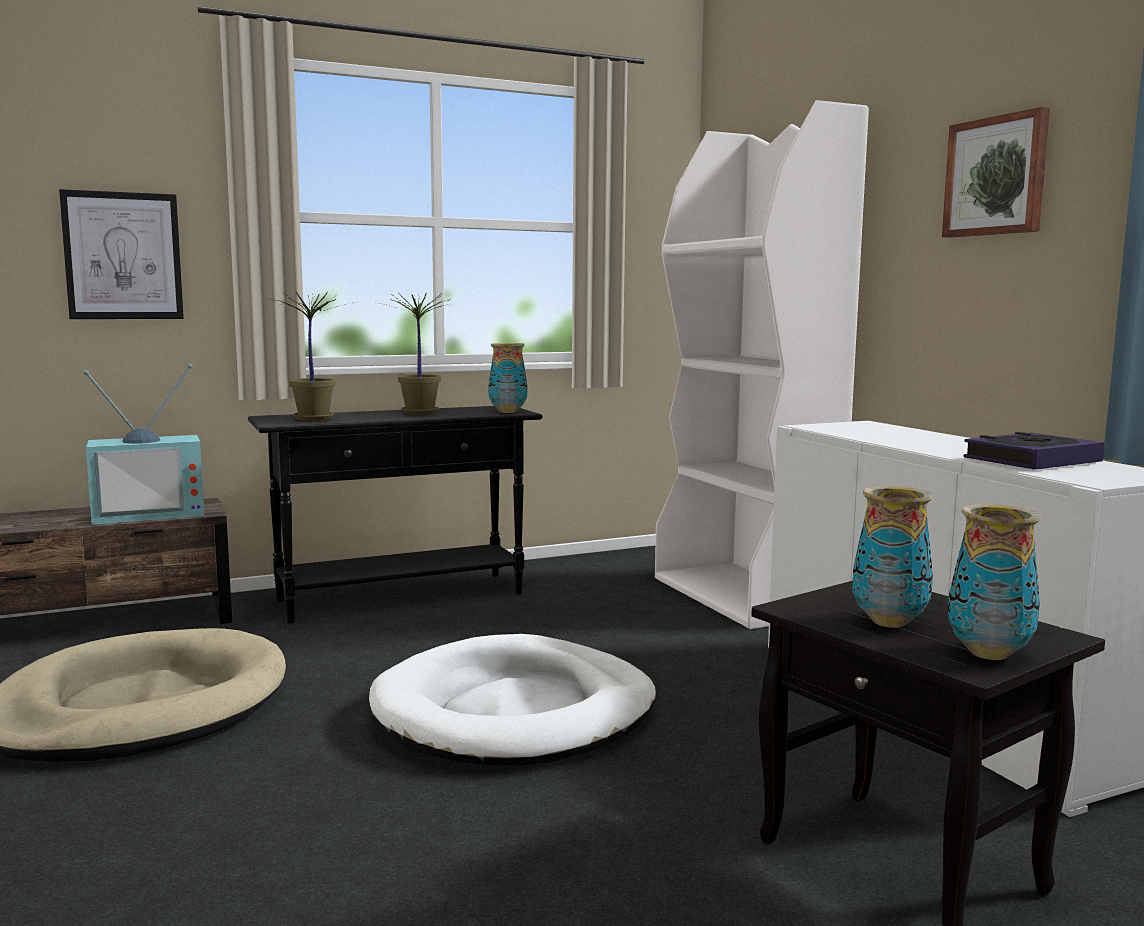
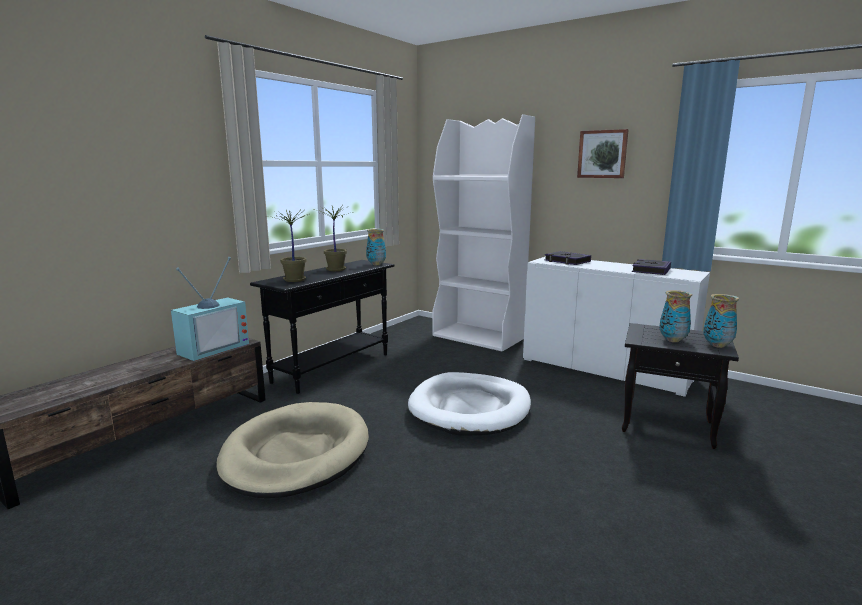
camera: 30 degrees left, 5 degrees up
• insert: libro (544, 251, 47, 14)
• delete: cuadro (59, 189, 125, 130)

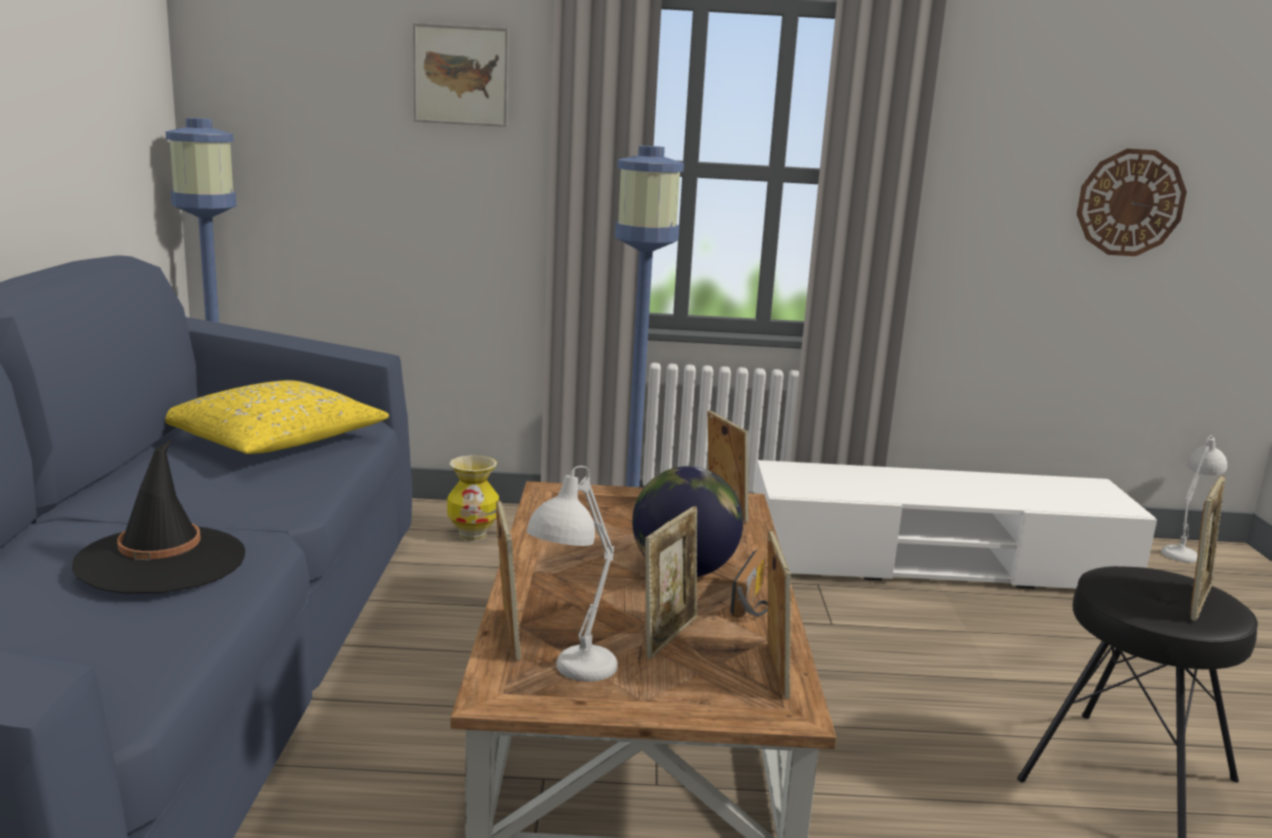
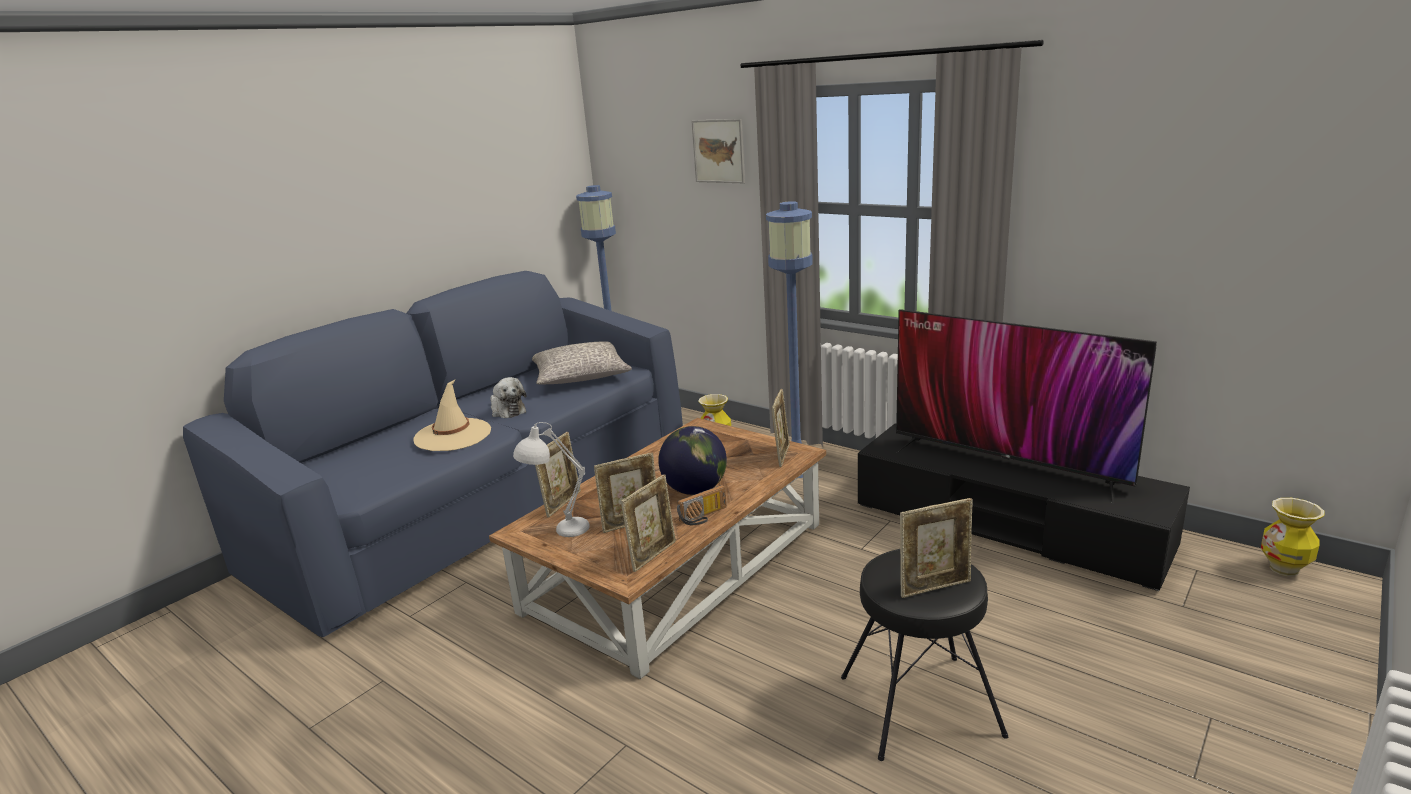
camera: 40 degrees right, 5 degrees up
• recolor: sombrero (negro) (72, 439, 173, 154) to sombrero (beis) (414, 379, 77, 72)
• insert: peluche (491, 377, 36, 41)
• recolor: cojín (amarillo) (165, 380, 224, 74) to cojín (gris) (532, 341, 100, 44)
• recolor: mueble de televisión (blanco) (754, 460, 403, 129) to mueble de televisión (negro) (858, 423, 332, 168)
• insert: televisor (896, 309, 261, 195)
• replace: lámpara de mesa (blanco) (1161, 435, 66, 128) to florero (1261, 498, 63, 78)
• delete: reloj de pared (1077, 149, 110, 107)

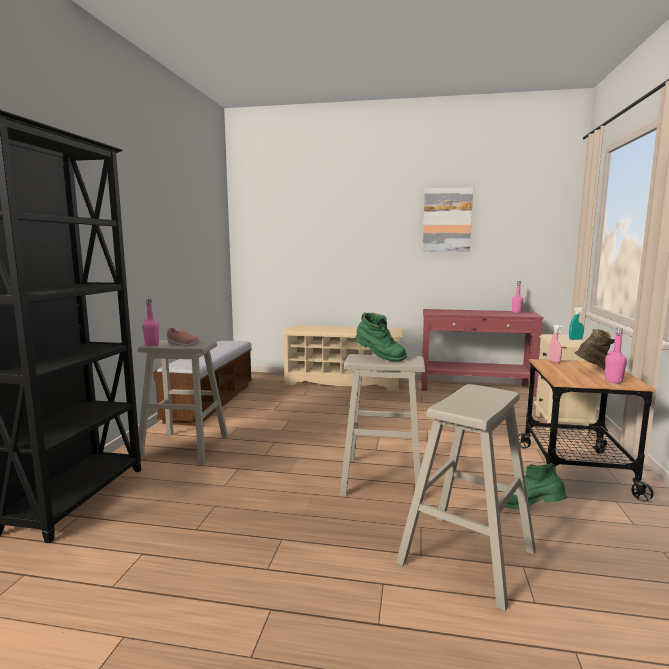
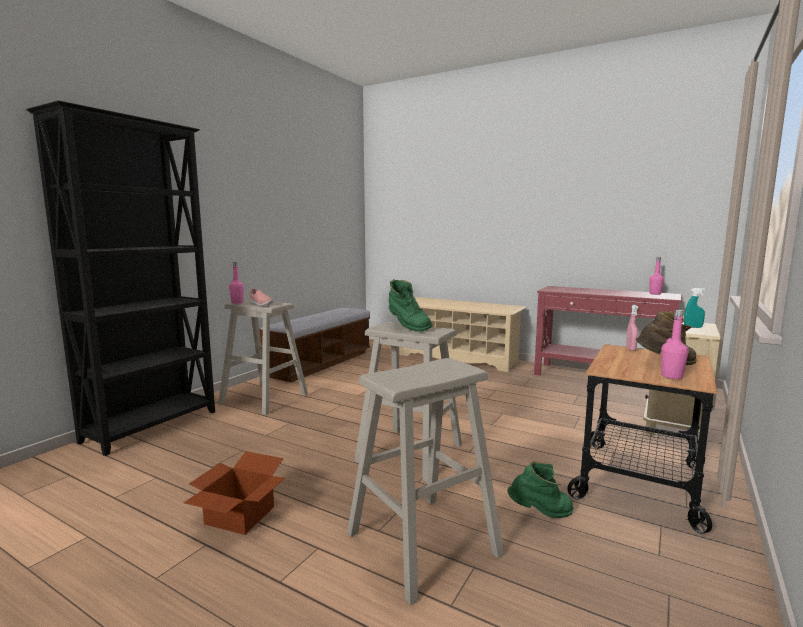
camera: 20 degrees right, 0 degrees up
• insert: caja de cartón (183, 451, 102, 84)
• rotate: bota (verde) (505, 463, 62, 46) = (507, 461, 67, 57) 135 degrees clockwise
• delete: cuadro (423, 187, 50, 65)

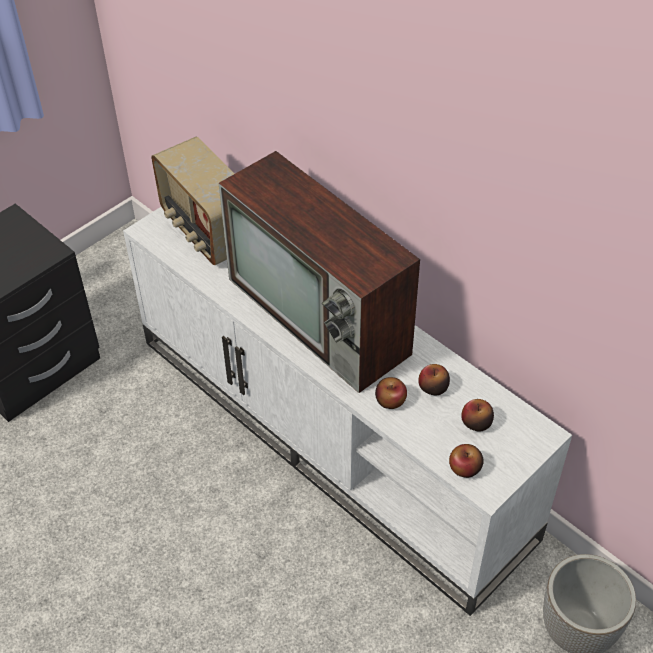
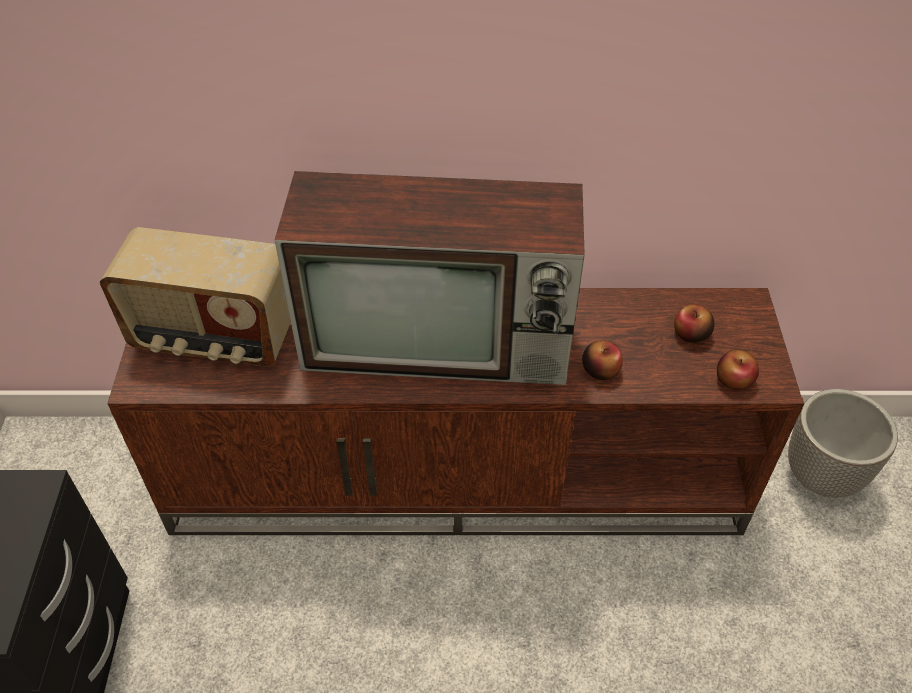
camera: 45 degrees left, 0 degrees up
• recolor: mueble de televisión (blanco) (123, 207, 449, 409) to mueble de televisión (marrón) (107, 288, 697, 247)
• delete: manzana (418, 364, 32, 32)

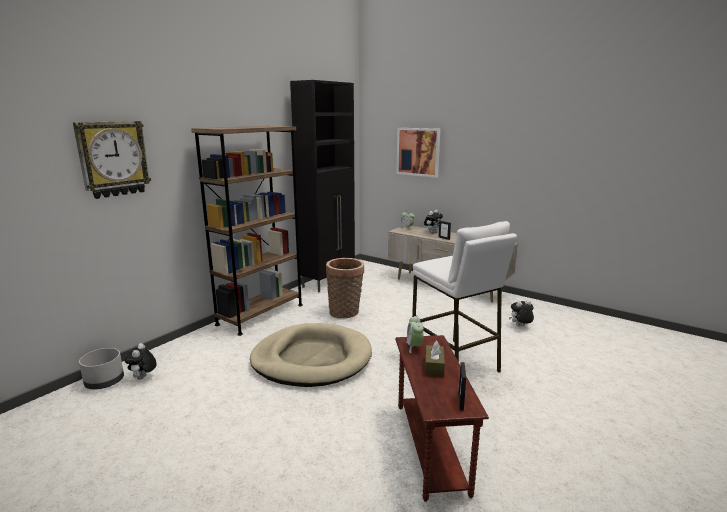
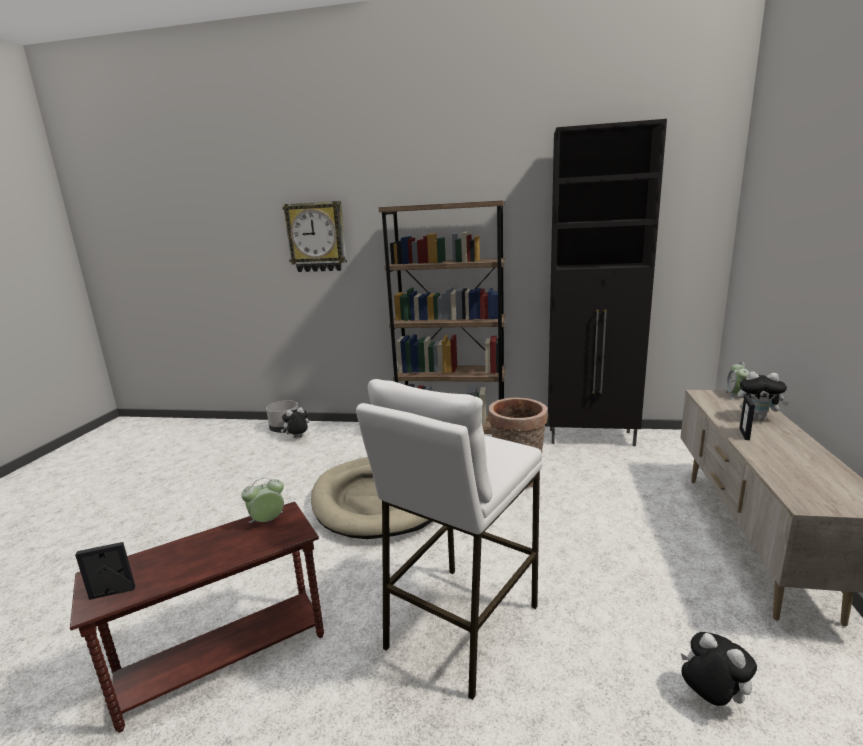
camera: 65 degrees right, 0 degrees up
• delete: cuadro (396, 128, 44, 50)
• delete: caja de pañuelos (marrón) (425, 341, 20, 36)

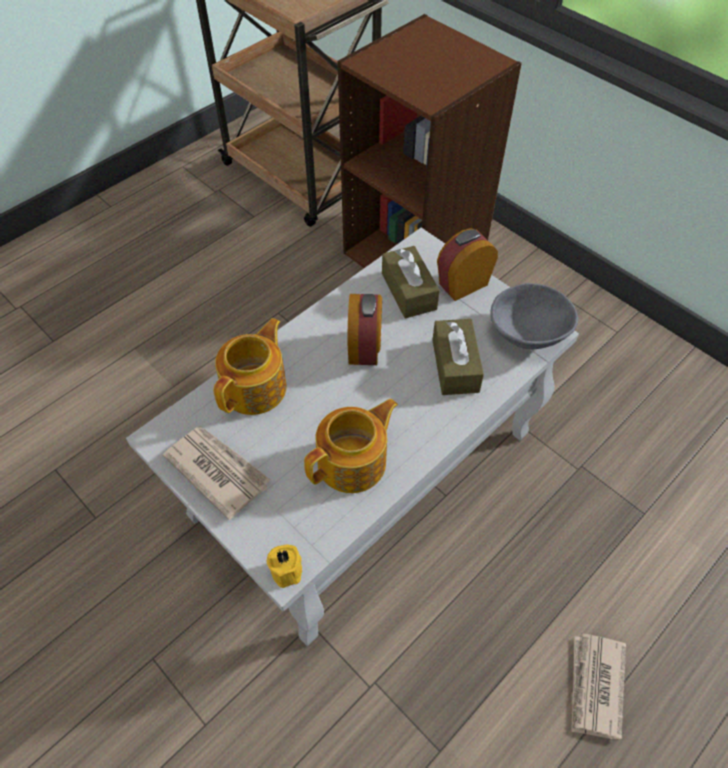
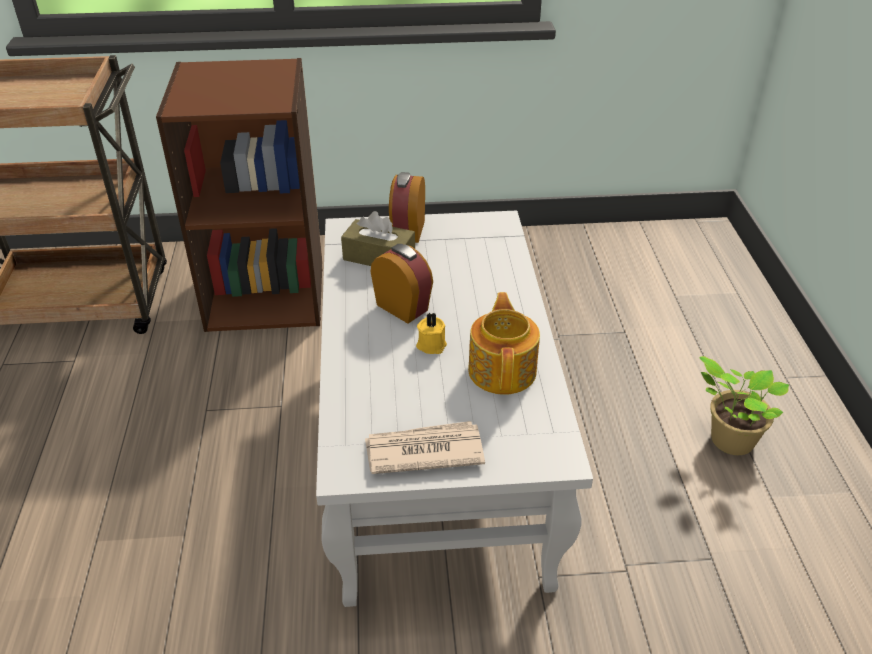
camera: 50 degrees left, 15 degrees down
• move: vela (amarillo) (267, 544, 35, 44) to (416, 312, 31, 42)
• replace: periódico (571, 634, 55, 105) to planta en maceta (699, 356, 90, 99)
• delete: tetera (213, 318, 73, 97)
• delete: caja de pañuelos (marrón) (432, 319, 52, 76)
• delete: cuenco (gris) (490, 283, 88, 66)

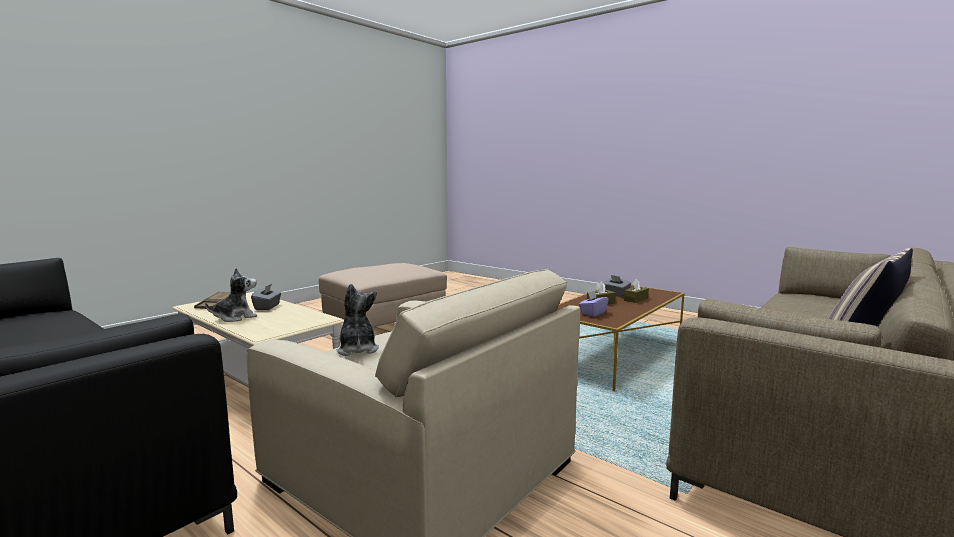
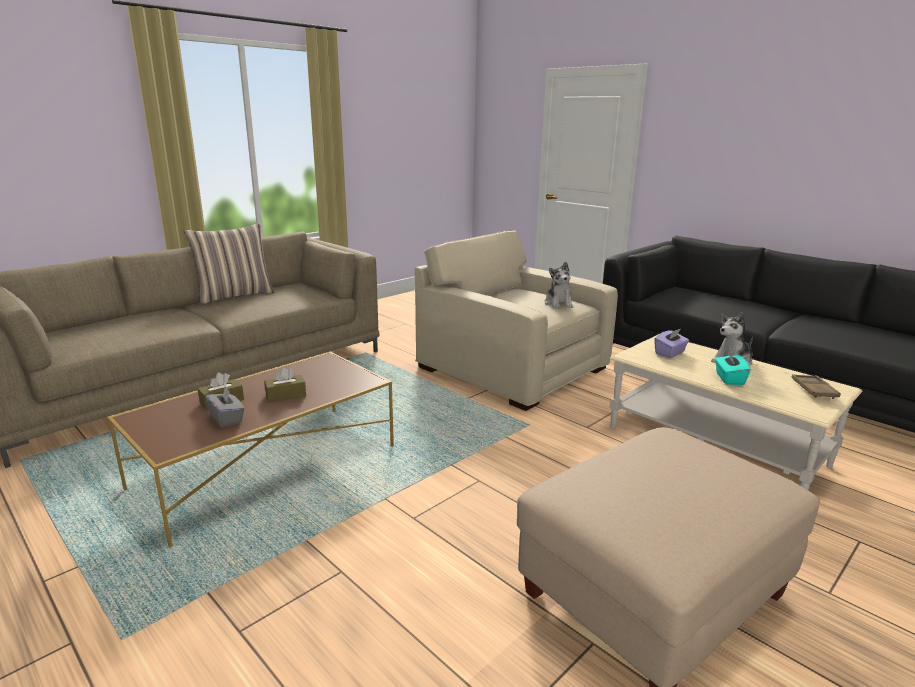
camera: 175 degrees left, 10 degrees up
• move: caja de pañuelos (morado) (579, 291, 30, 26) to (654, 329, 35, 29)
• recolor: caja de pañuelos (gris) (251, 284, 30, 26) to caja de pañuelos (turquesa) (715, 351, 36, 34)

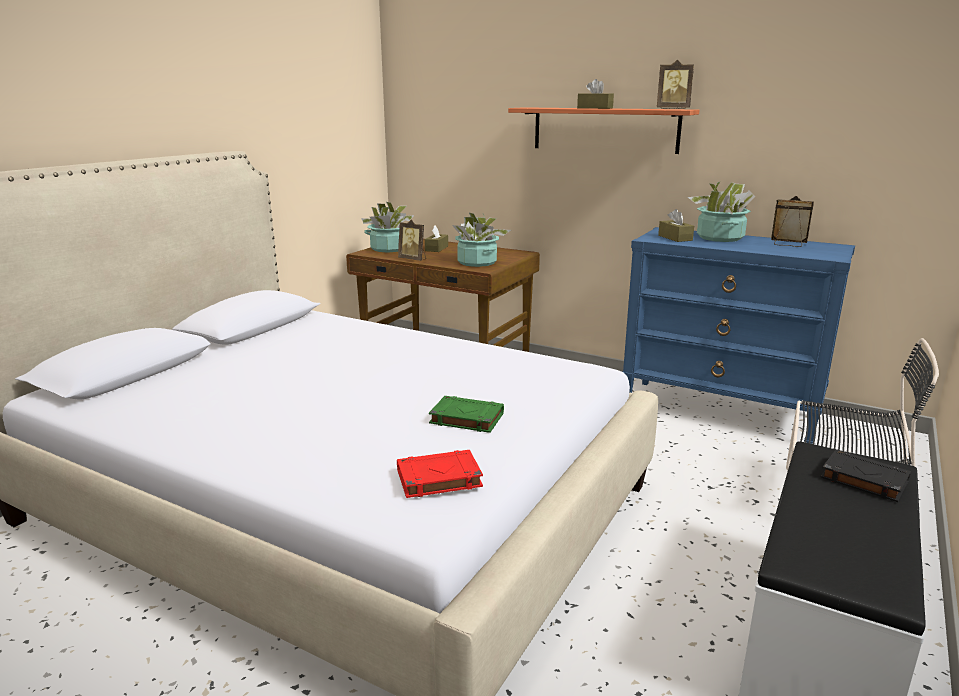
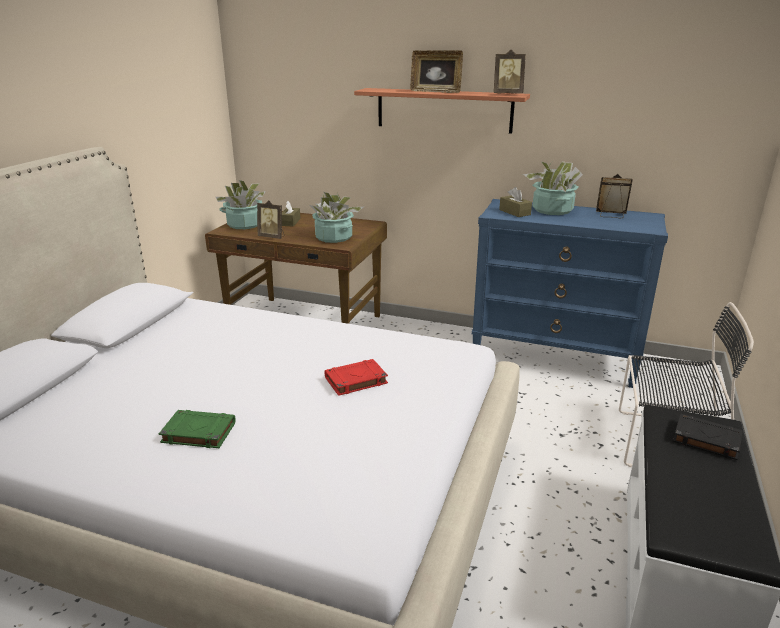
camera: 10 degrees left, 5 degrees up
• move: libro (verde) (429, 396, 75, 37) to (159, 410, 77, 38)
• move: libro (rojo) (397, 450, 86, 48) to (324, 359, 64, 37)
• replace: caja de pañuelos (marrón) (577, 79, 37, 30) to portarretratos (410, 50, 53, 43)

